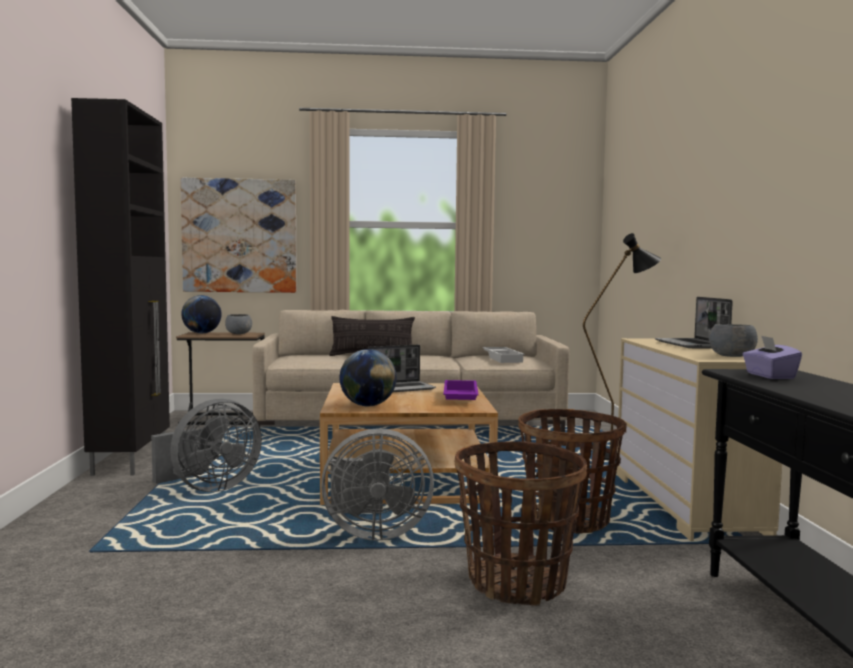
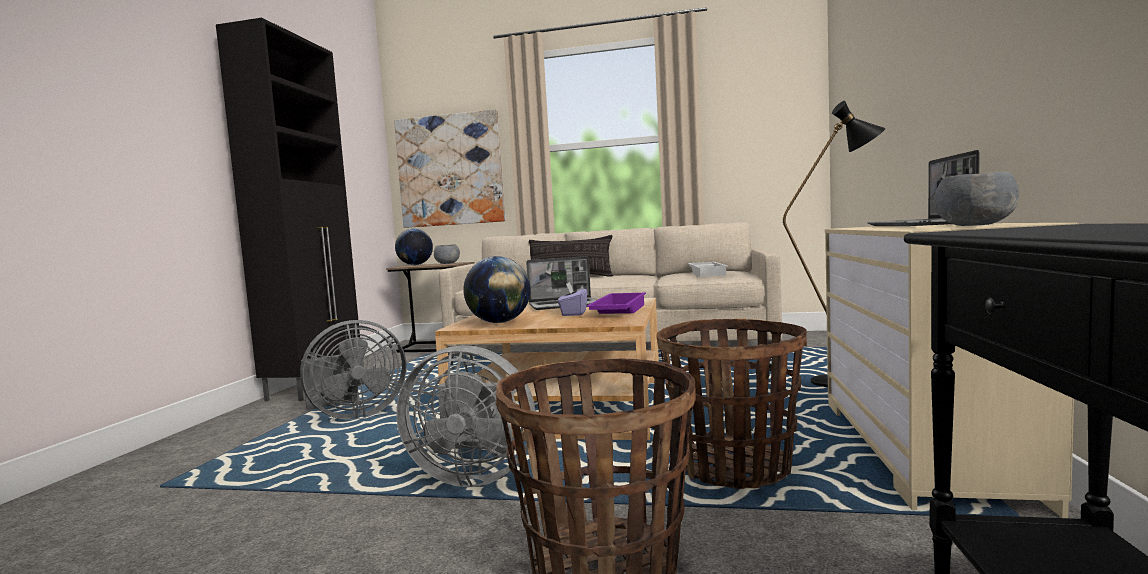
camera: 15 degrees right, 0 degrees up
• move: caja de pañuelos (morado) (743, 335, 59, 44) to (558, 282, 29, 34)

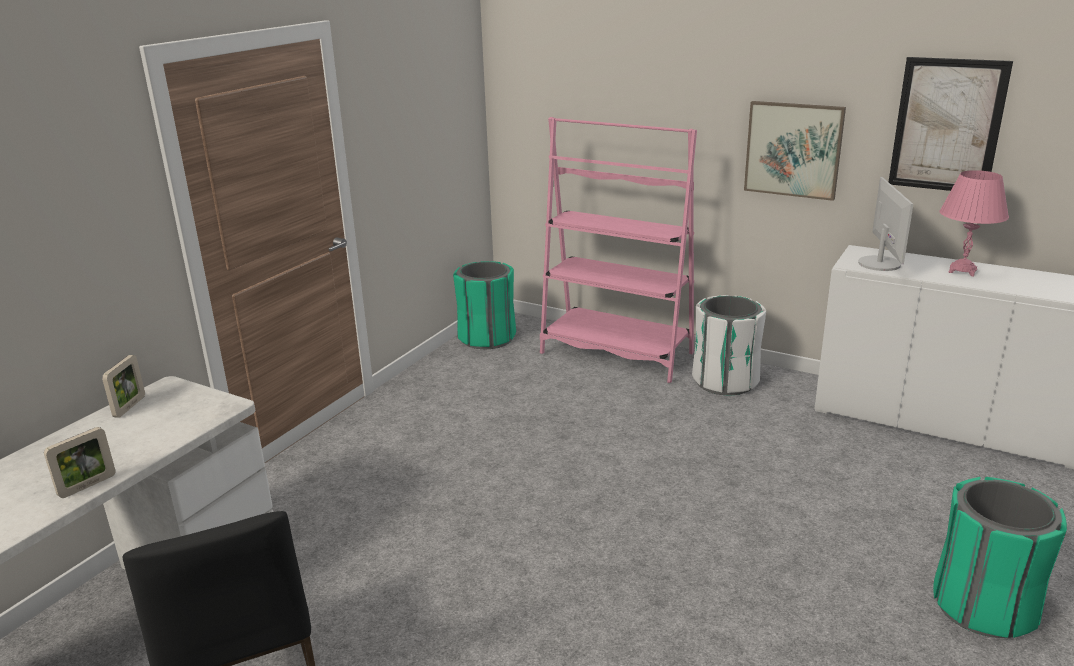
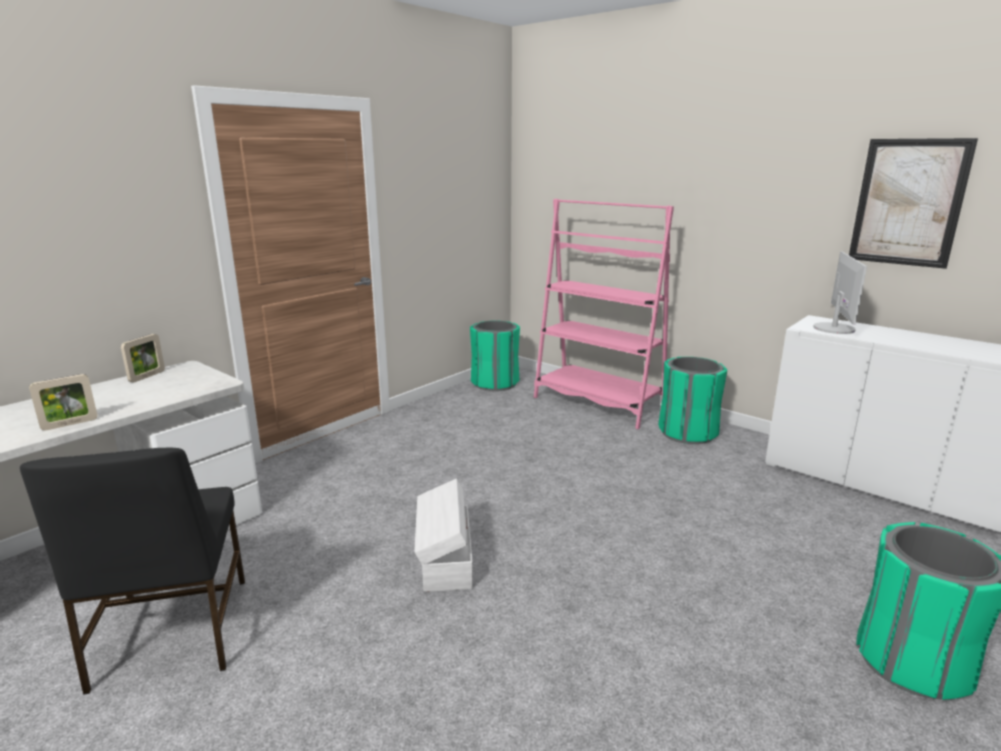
camera: 10 degrees right, 5 degrees down
• insert: caja de almacenaje (blanco) (414, 479, 59, 113)
• recolor: papelera (blanco) (692, 295, 74, 100) to papelera (verde) (658, 357, 69, 87)
• delete: cuadro (744, 101, 102, 100)
• delete: lámpara de mesa (rosa) (940, 170, 69, 106)

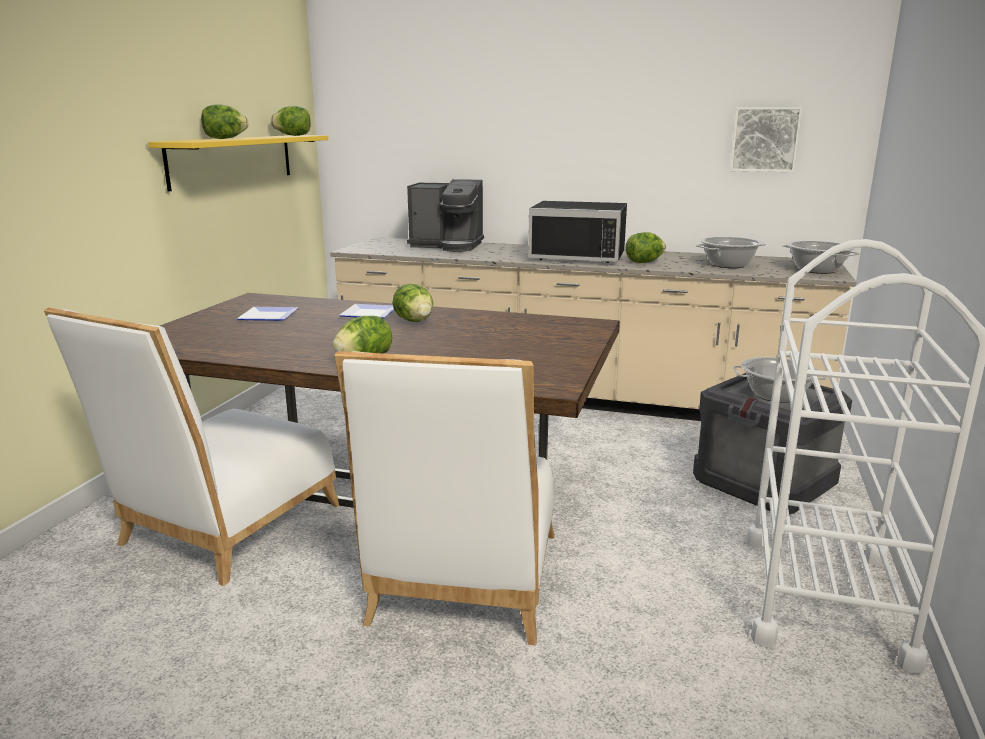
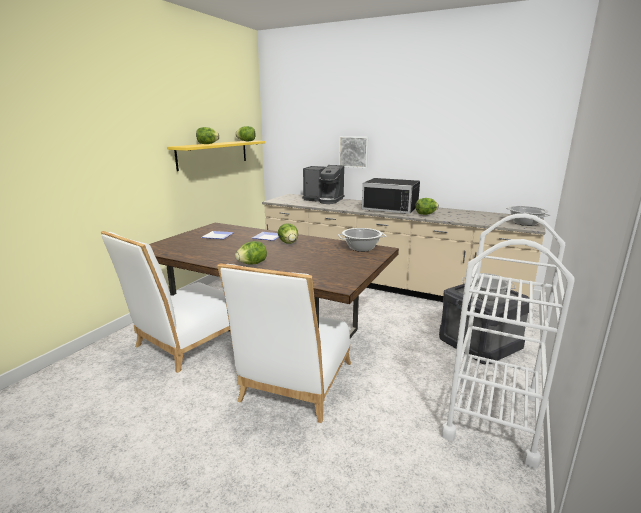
camera: 10 degrees right, 0 degrees up
• move: olla (695, 236, 71, 32) to (338, 228, 48, 24)
• move: cuadro (730, 107, 73, 65) to (339, 136, 30, 32)

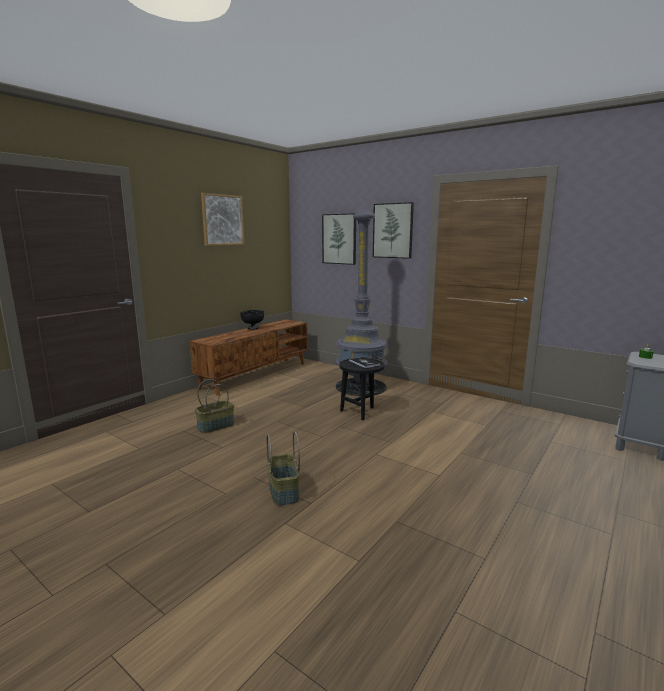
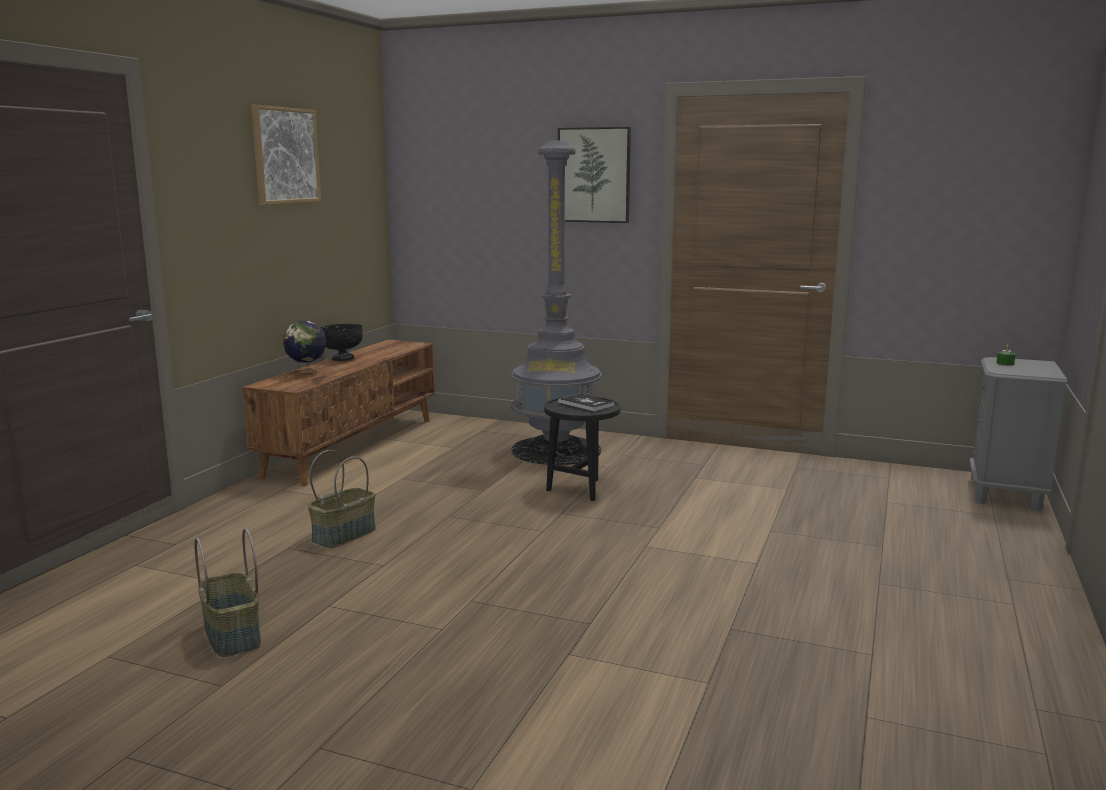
camera: 15 degrees left, 0 degrees up
• move: cesta (267, 431, 33, 75) to (194, 528, 67, 129)
• insert: globo terráqueo (283, 321, 43, 54)
• delete: cuadro (322, 213, 34, 52)

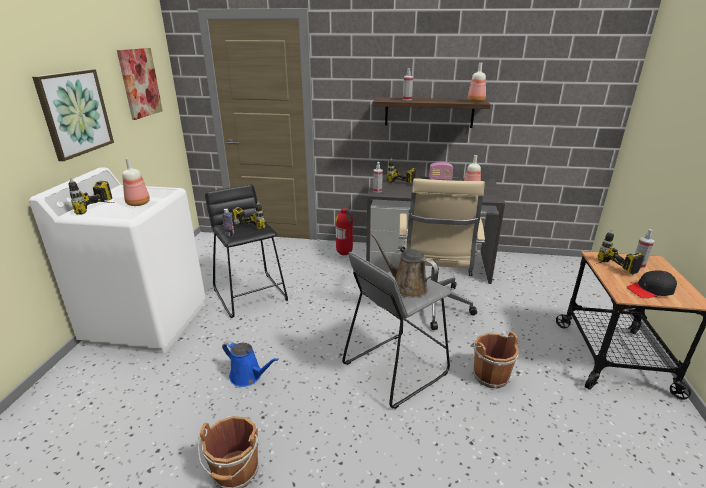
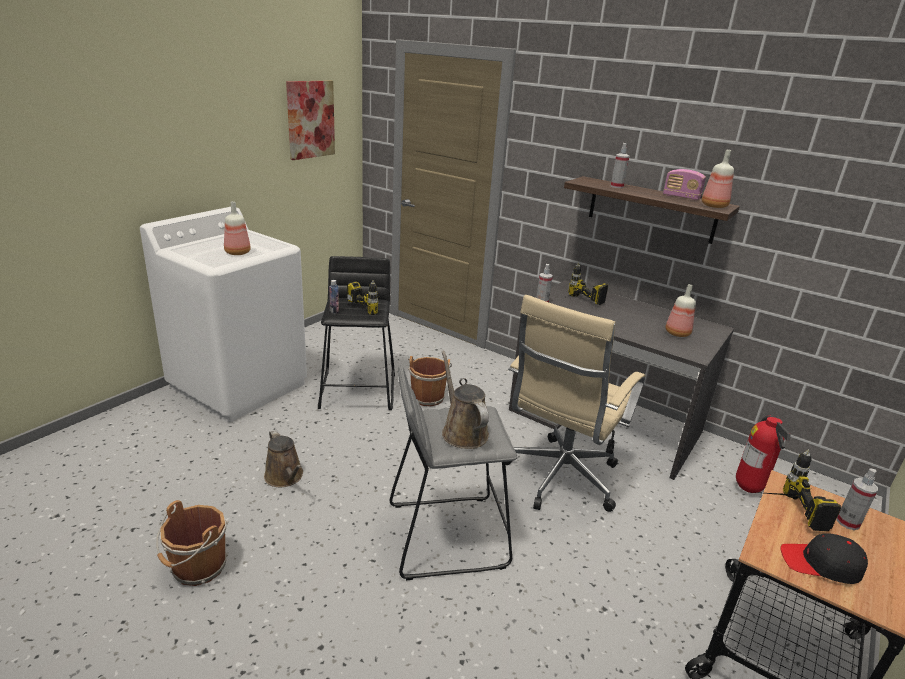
camera: 25 degrees right, 0 degrees up
• recolor: regadera (azul) (222, 341, 57, 46) to regadera (marrón) (264, 430, 39, 57)
• move: cubo (marrón) (470, 332, 49, 56) to (408, 356, 44, 51)
• move: radio (429, 162, 24, 18) to (663, 169, 43, 31)
• move: extintor (335, 208, 18, 47) to (736, 415, 54, 78)
• delete: cuadro (32, 69, 82, 92)
• delete: taladro (69, 178, 44, 37)

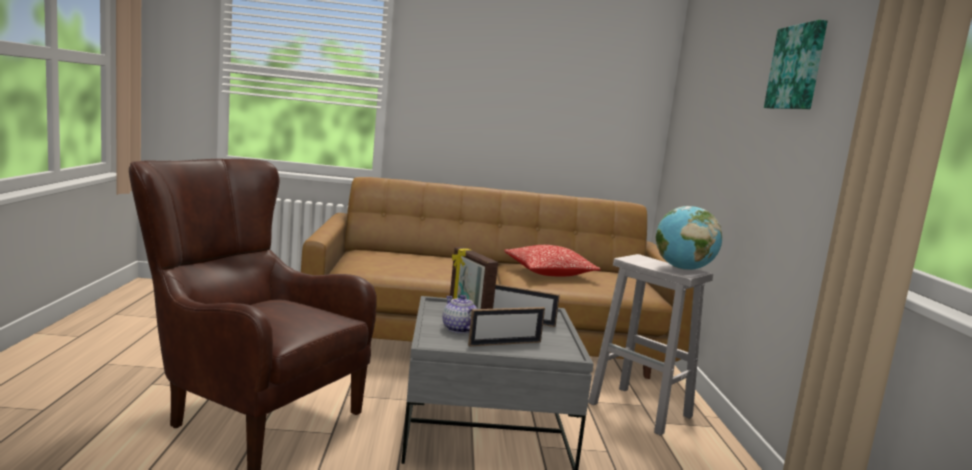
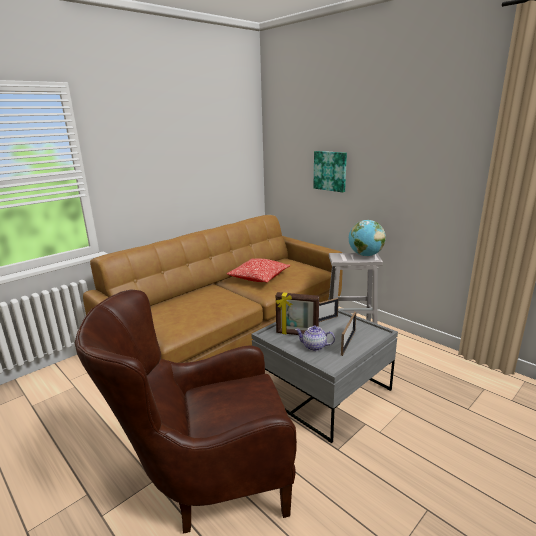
camera: 40 degrees left, 10 degrees up
• move: cuadro (764, 20, 64, 89) to (313, 151, 34, 41)

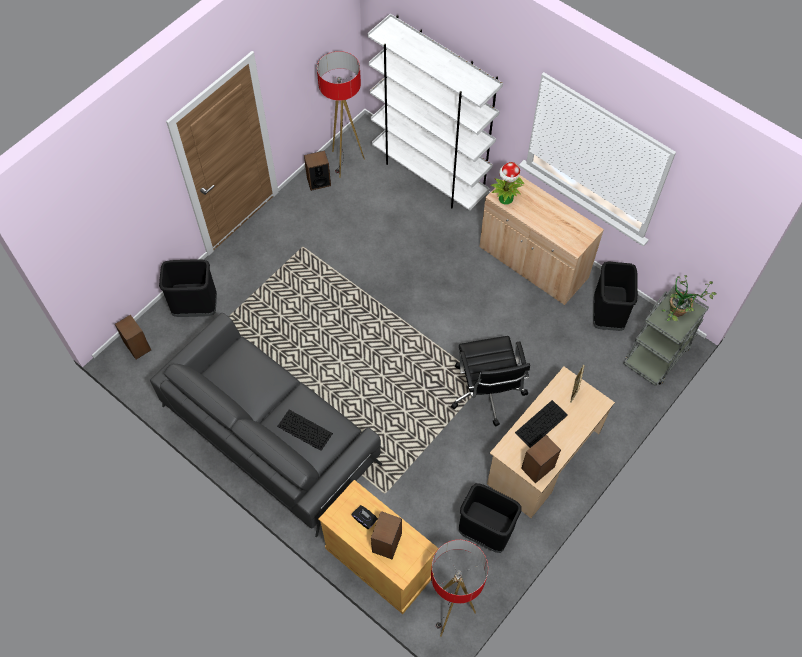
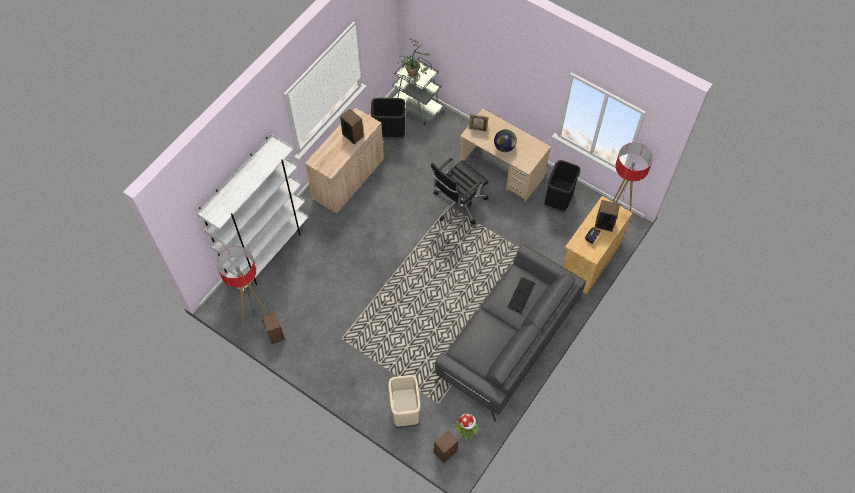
camera: 95 degrees left, 0 degrees up
• move: altavoz (521, 435, 40, 49) to (340, 109, 24, 35)
• recolor: papelera (negro) (159, 259, 58, 58) to papelera (beis) (388, 375, 32, 53)
• rotate: silla de oficina (negro) (451, 336, 79, 90) = (431, 158, 58, 67) 150 degrees clockwise
• move: planta en maceta (491, 162, 33, 43) to (454, 413, 26, 28)
• replace: teclado (515, 400, 53, 48) to globo terráqueo (494, 129, 23, 23)

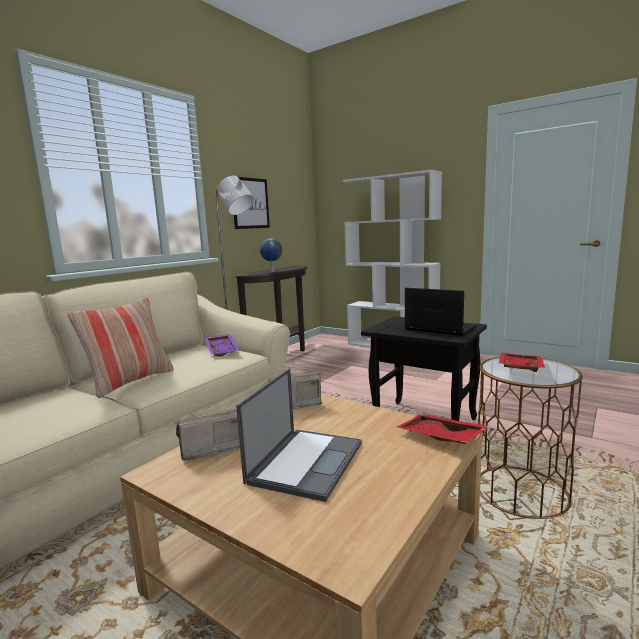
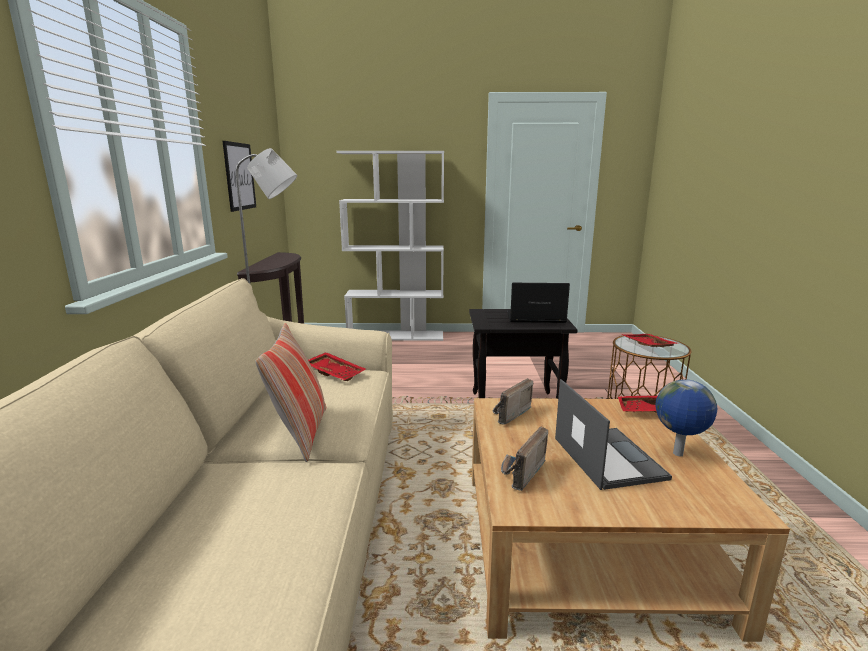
camera: 35 degrees left, 5 degrees up
• recolor: bandeja (morado) (204, 334, 35, 23) to bandeja (rojo) (308, 352, 57, 29)
• move: globo terráqueo (260, 239, 22, 33) to (655, 379, 62, 77)

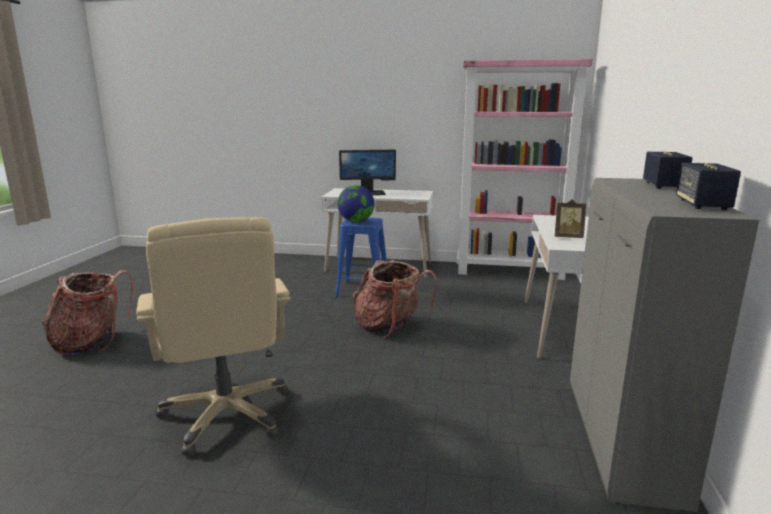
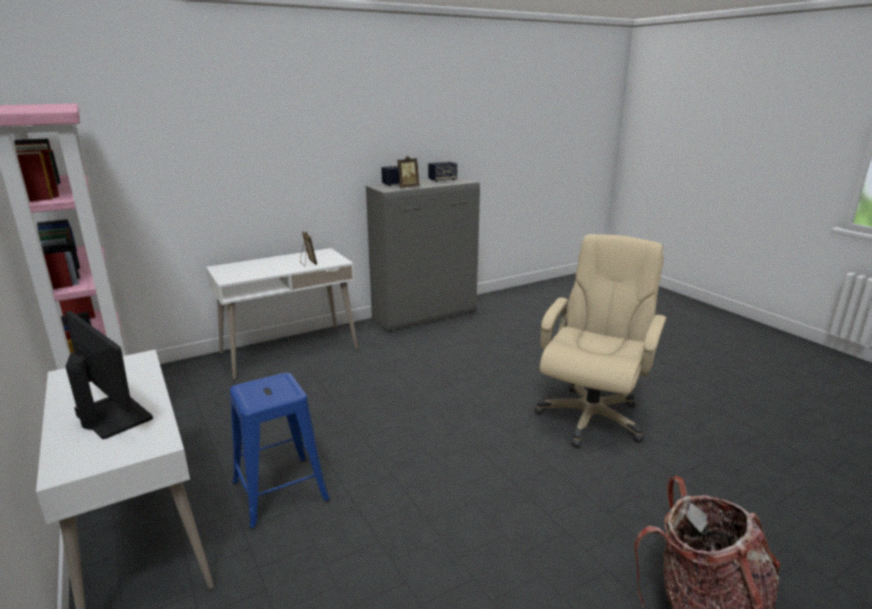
camera: 130 degrees left, 5 degrees up
• insert: portarretratos (397, 156, 23, 32)
• delete: globo terráqueo (337, 185, 38, 37)
• delete: mochila (353, 260, 84, 78)

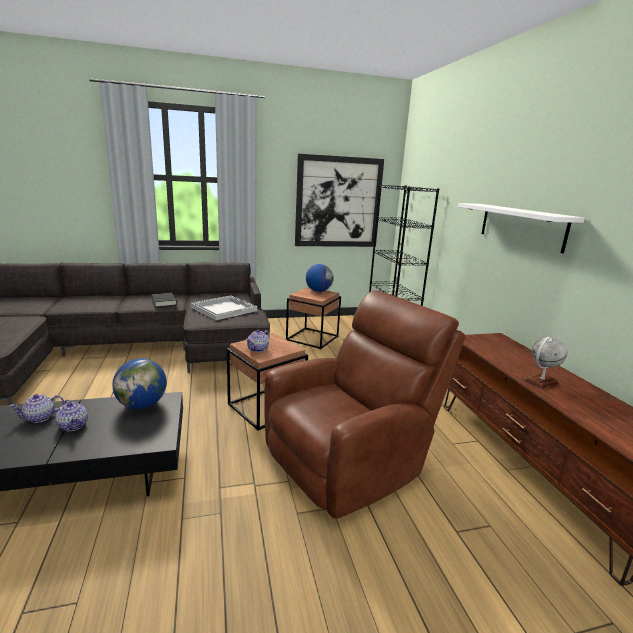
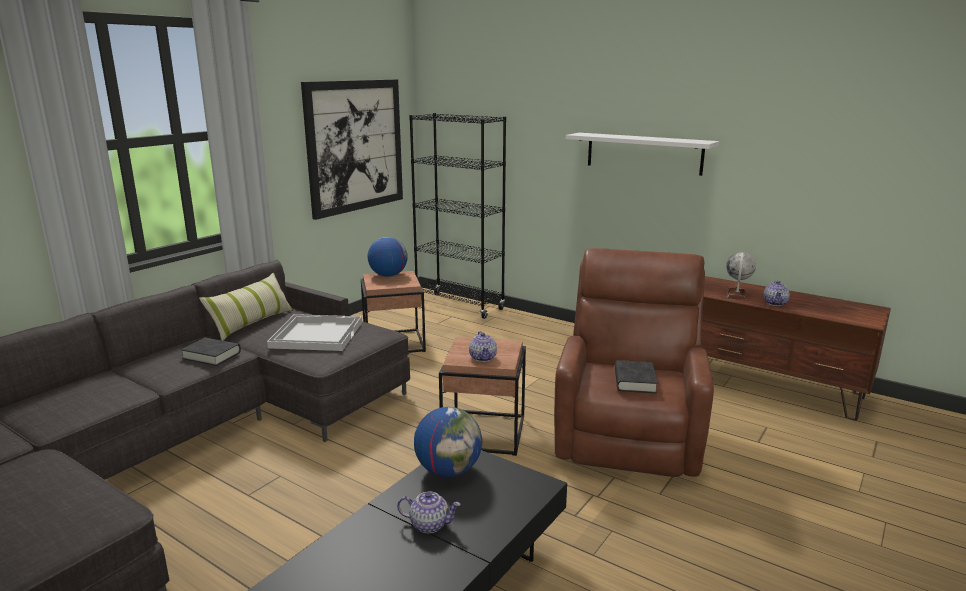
camera: 40 degrees left, 0 degrees up
• insert: cojín (199, 273, 94, 68)
• insert: libro (negro) (615, 360, 43, 33)
• move: tetera (9, 394, 55, 29) to (763, 281, 27, 25)

